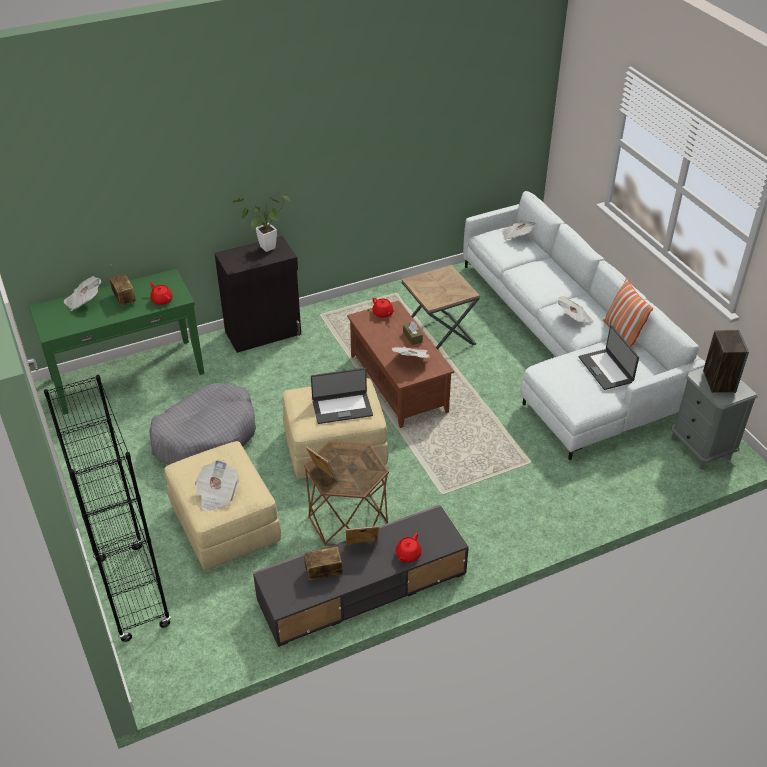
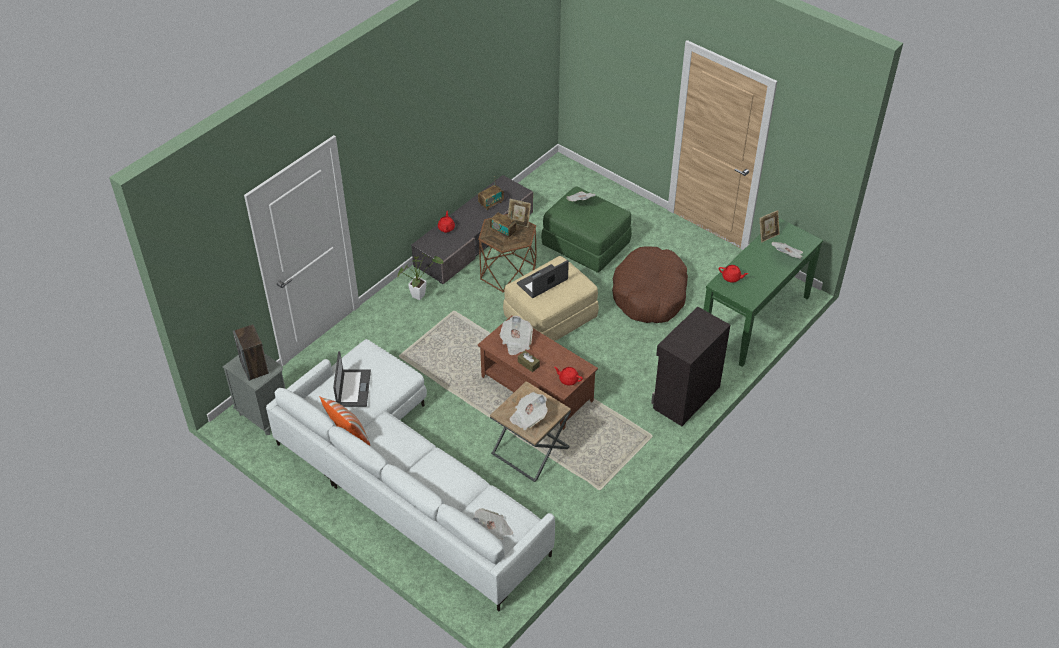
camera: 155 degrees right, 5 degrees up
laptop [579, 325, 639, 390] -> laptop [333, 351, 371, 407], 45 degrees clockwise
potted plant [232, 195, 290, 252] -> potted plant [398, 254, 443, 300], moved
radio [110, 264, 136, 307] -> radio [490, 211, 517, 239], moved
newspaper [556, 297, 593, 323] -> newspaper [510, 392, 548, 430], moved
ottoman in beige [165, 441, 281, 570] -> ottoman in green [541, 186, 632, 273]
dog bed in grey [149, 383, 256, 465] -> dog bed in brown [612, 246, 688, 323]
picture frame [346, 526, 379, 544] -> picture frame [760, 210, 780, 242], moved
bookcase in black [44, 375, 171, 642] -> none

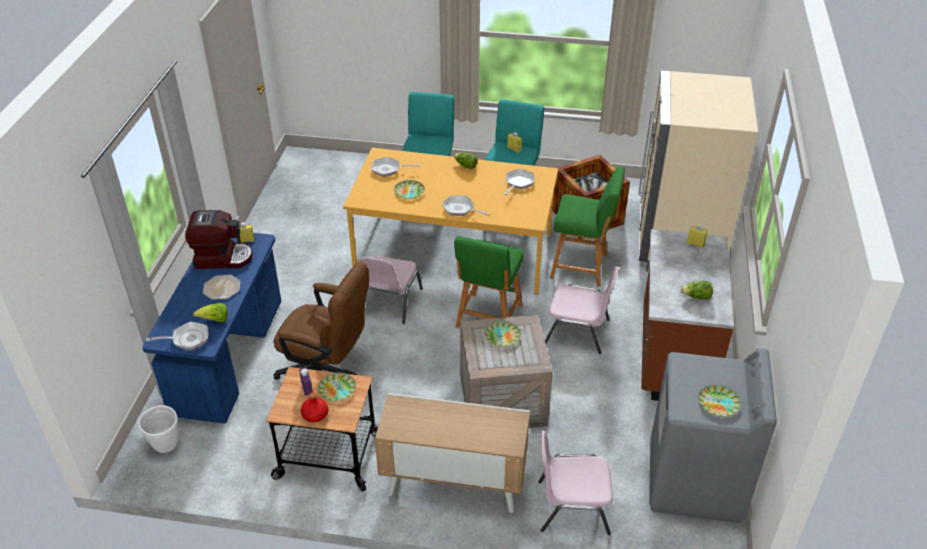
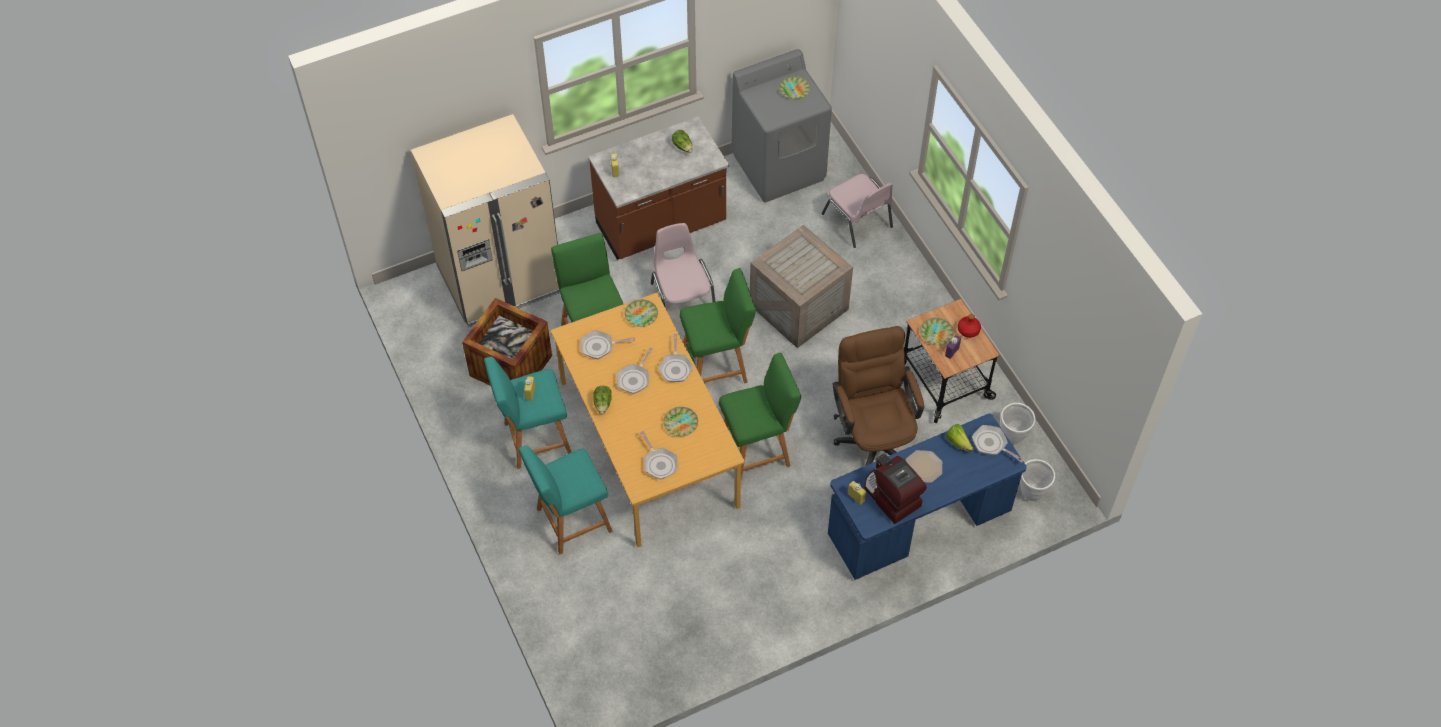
camera: 125 degrees left, 15 degrees up
none -> frying pan [617, 347, 653, 394]
plate [485, 321, 521, 347] -> plate [625, 300, 658, 327], moved
chair in pink [360, 256, 423, 324] -> stool in green [719, 352, 801, 479]
none -> planter in white [1001, 403, 1035, 444]
cabinet [375, 393, 530, 513] -> none

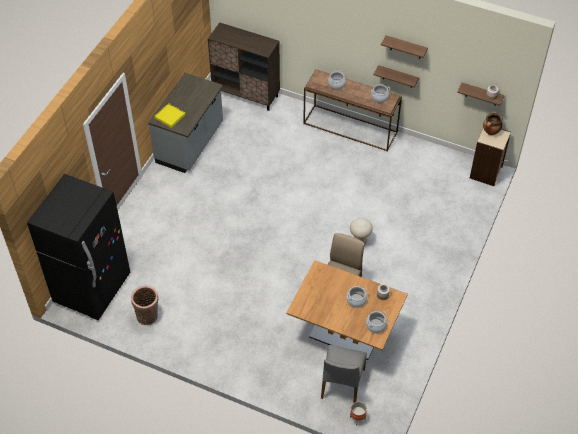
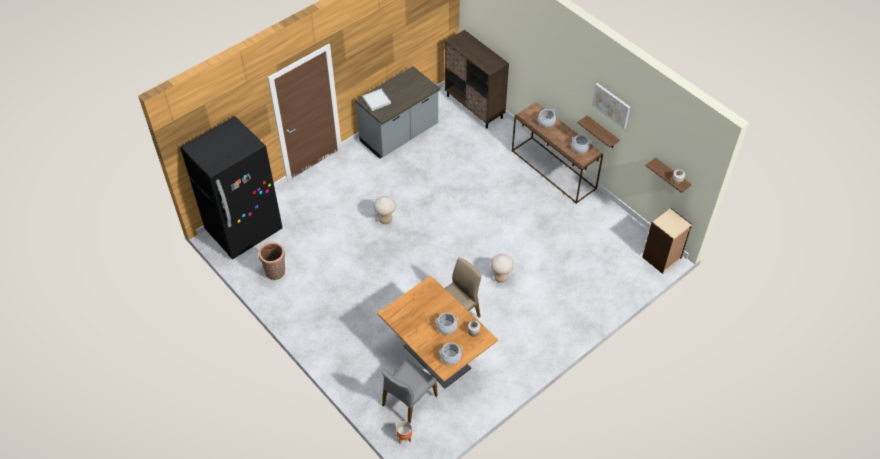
camera: 25 degrees right, 0 degrees up
tray in yellow [154, 103, 185, 128] -> tray in white [362, 89, 391, 111]
none -> stool in beige [374, 196, 396, 224]
shelf [381, 35, 428, 59] -> picture [592, 83, 630, 129]
cooking pot [483, 113, 503, 135] -> none

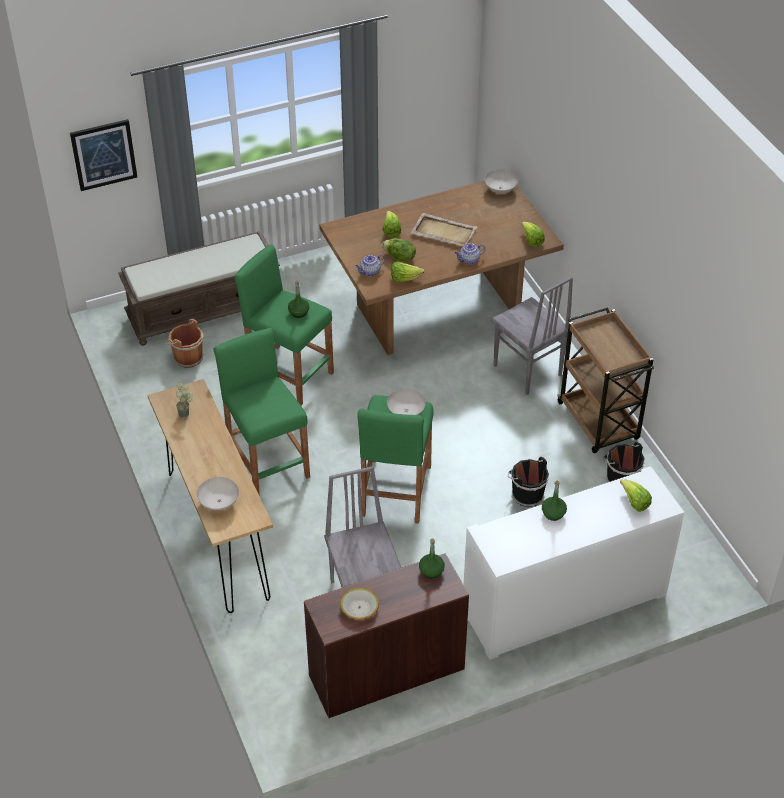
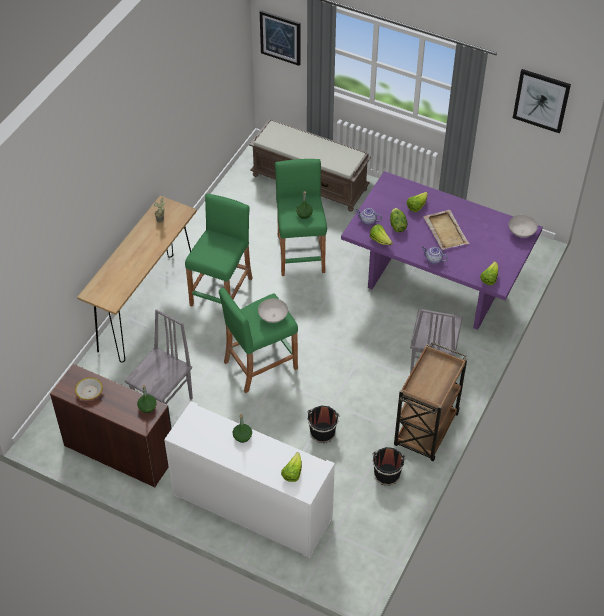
camera: 50 degrees right, 5 degrees up
dining table in brown [319, 181, 564, 355] -> dining table in purple [341, 171, 543, 330]
none -> picture [513, 69, 571, 133]
bucket in brown [166, 319, 204, 368] -> none
bowl in white [197, 477, 239, 511] -> none

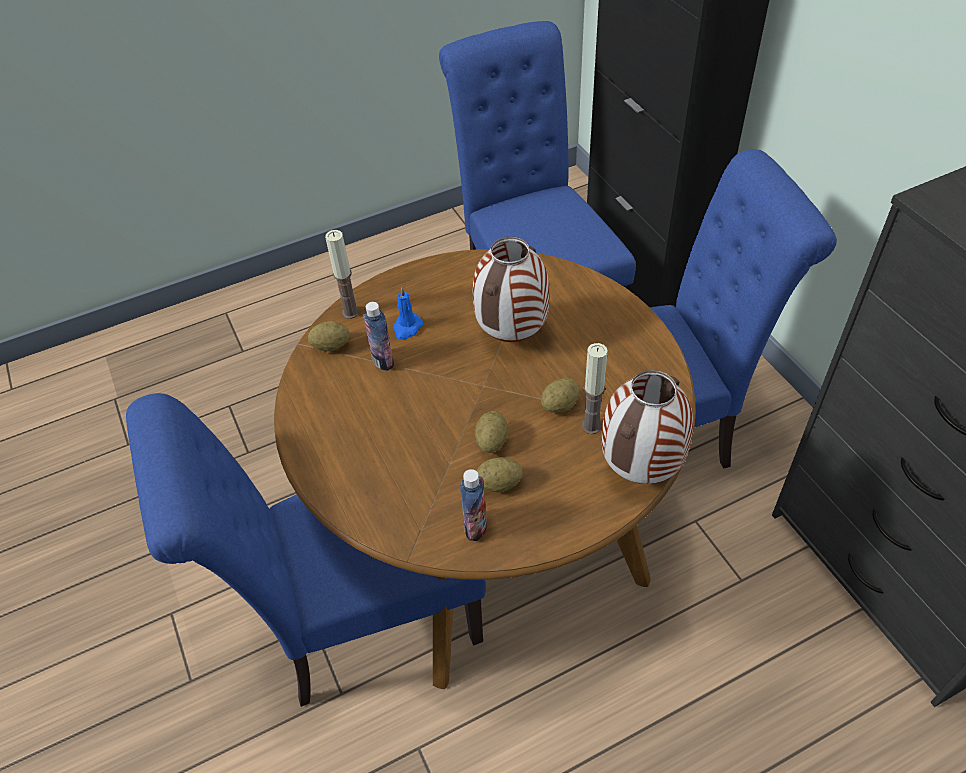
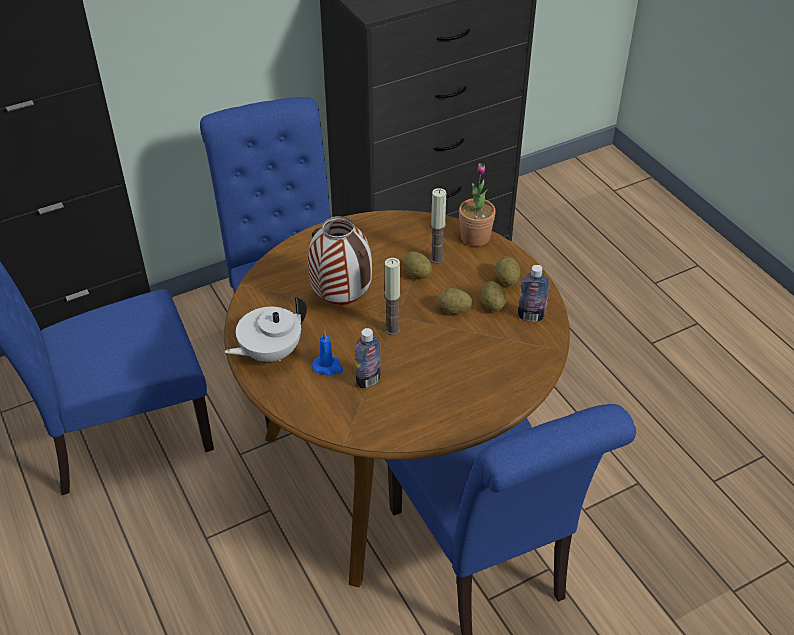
camera: 95 degrees left, 5 degrees down
none -> teapot in white [225, 296, 307, 362]
candle [325, 230, 360, 319] -> candle [384, 258, 401, 335], moved
vase [602, 370, 693, 484] -> potted plant [459, 163, 496, 247]
potato [308, 321, 350, 352] -> potato [495, 256, 521, 286], moved

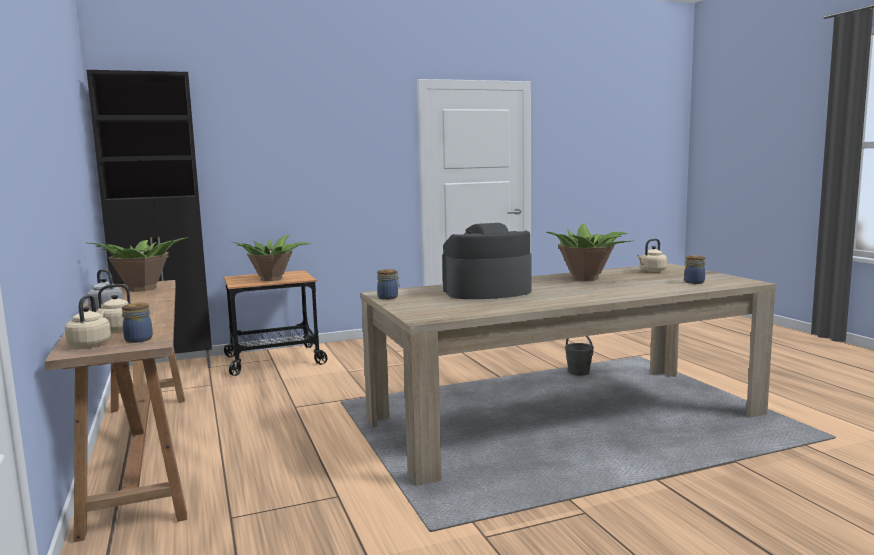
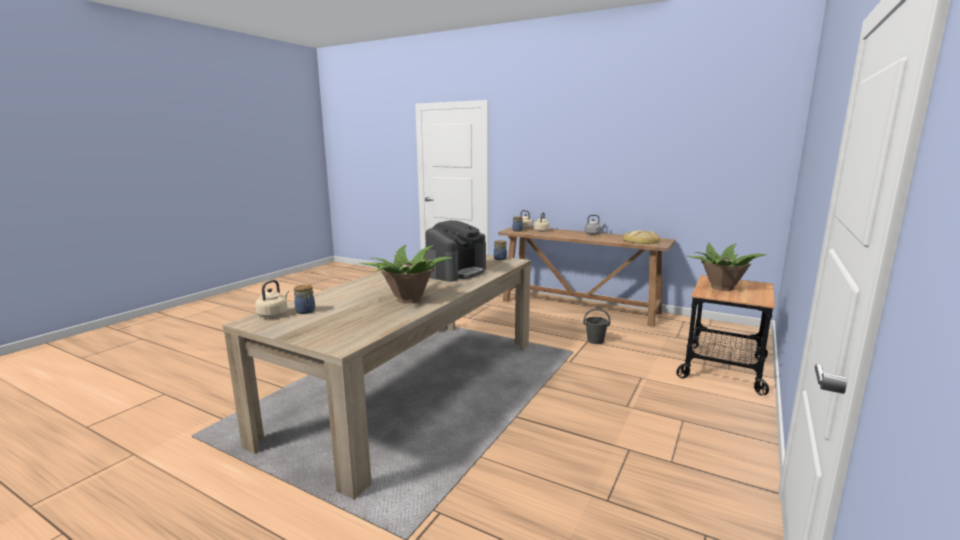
camera: 140 degrees right, 5 degrees up
kettle in beige [637, 239, 667, 272] -> kettle in beige [255, 280, 289, 318], moved
bucket in grey [565, 336, 594, 376] -> bucket in grey [583, 308, 610, 344], moved
potted plant [89, 237, 188, 292] -> bread [623, 230, 660, 244]
cabinet in black [87, 70, 212, 368] -> none

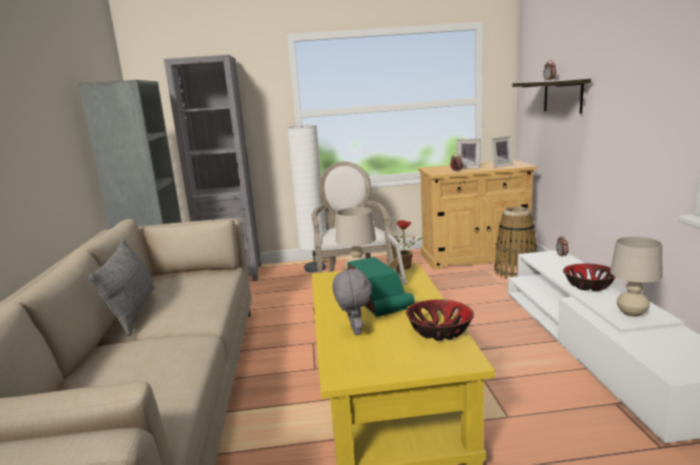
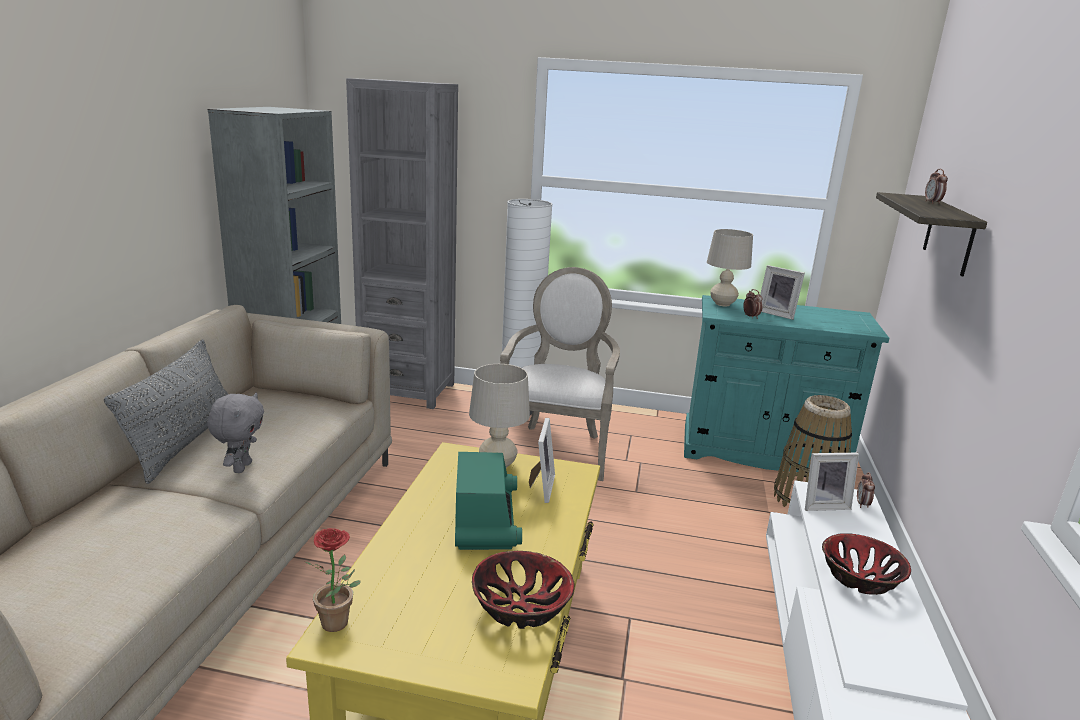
camera: 15 degrees right, 5 degrees up
plush toy in grey [332, 267, 372, 335] -> plush toy in grey [207, 393, 264, 473], moved
potted plant [394, 220, 423, 269] -> potted plant [305, 528, 361, 632], moved
cabinet in beige [418, 160, 537, 270] -> cabinet in turquoise [684, 295, 890, 472]
table lamp in beige [610, 236, 662, 317] -> table lamp in beige [707, 229, 753, 306], moved
picture frame [491, 136, 513, 168] -> picture frame [805, 453, 859, 511], moved

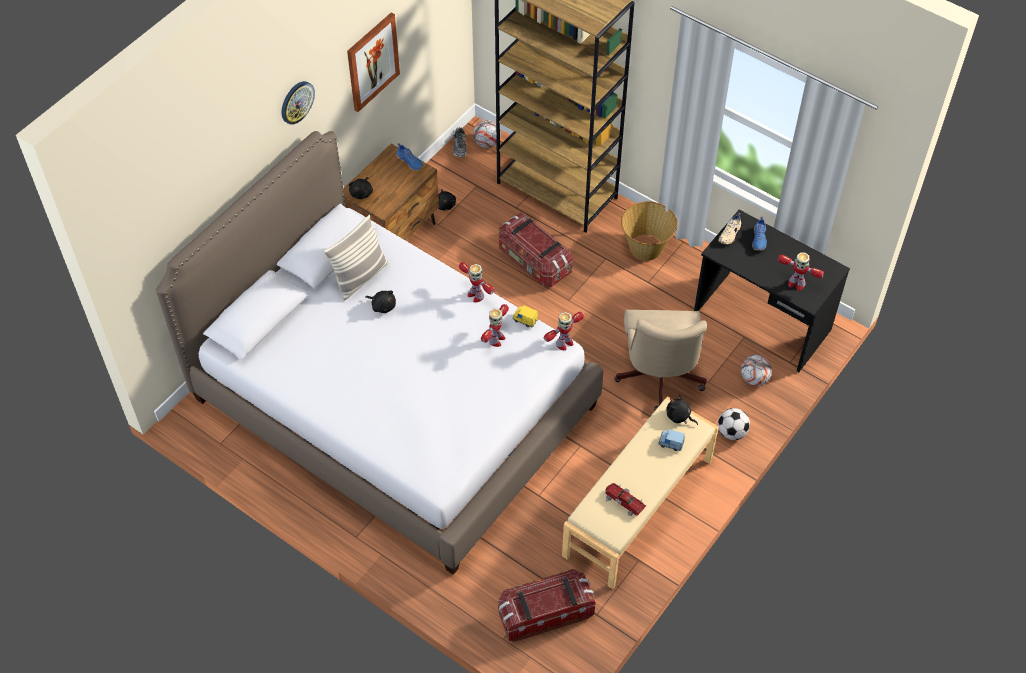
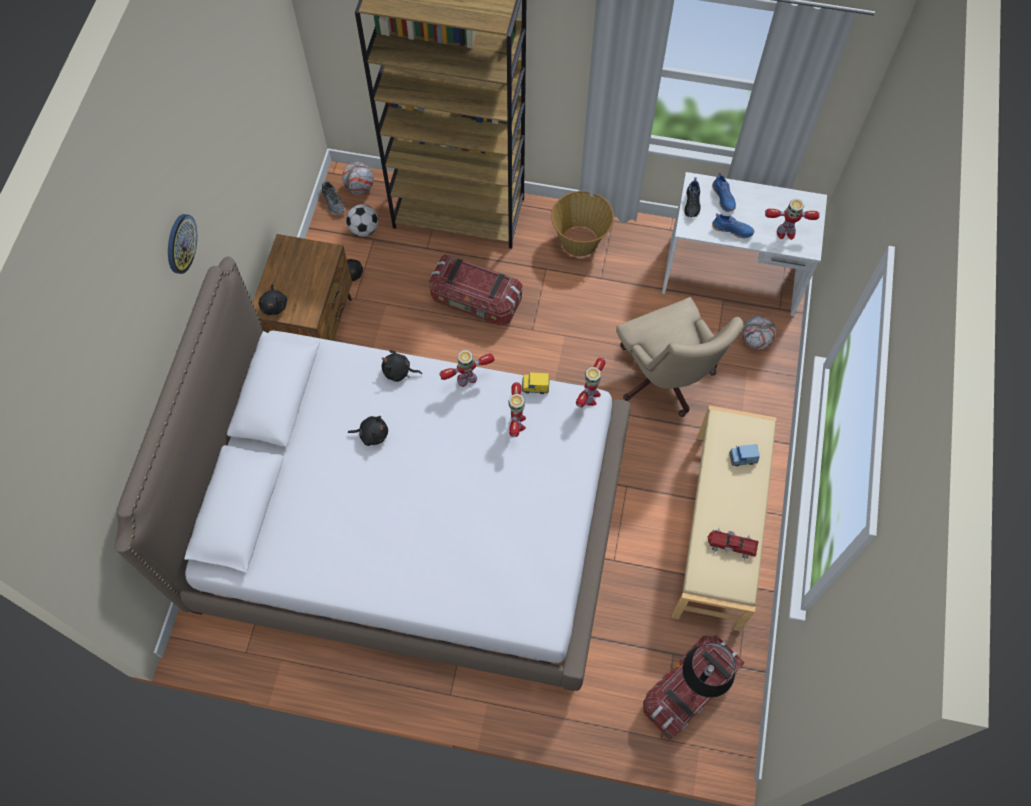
camera: 25 degrees left, 10 degrees up
football [718, 408, 750, 440] -> football [346, 204, 378, 237], moved
plush toy in black [666, 395, 698, 425] -> plush toy in black [382, 350, 422, 382], moved
toy robot [459, 262, 494, 302] -> toy robot [439, 350, 494, 387], 135 degrees clockwise
desk in black [694, 210, 850, 372] -> desk in white [662, 172, 827, 316]
none -> table lamp in black [682, 643, 736, 698]
shoe in beige [718, 213, 741, 245] -> shoe in black [684, 177, 701, 217]
shoe in blue [396, 143, 423, 171] -> shoe in blue [712, 213, 754, 238], moved
pillow [324, 215, 389, 301] -> none
picture [347, 13, 400, 112] -> none

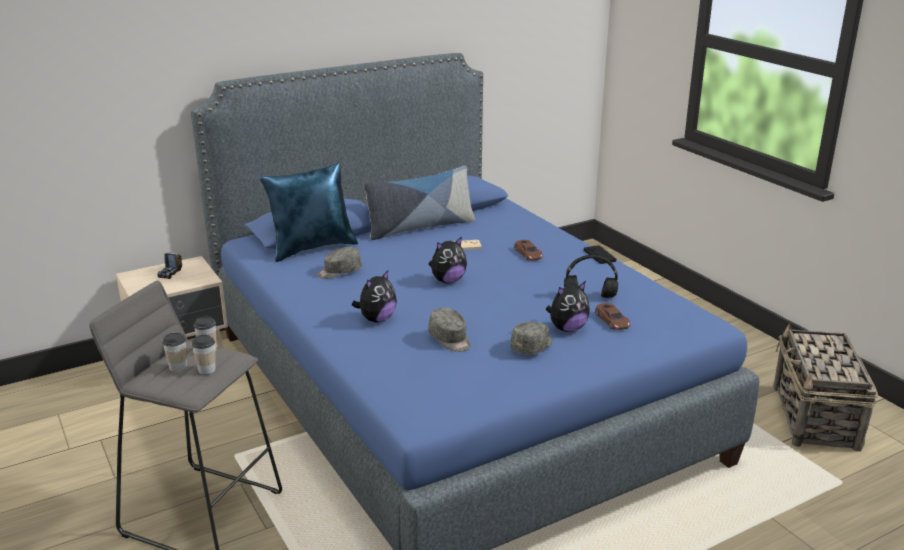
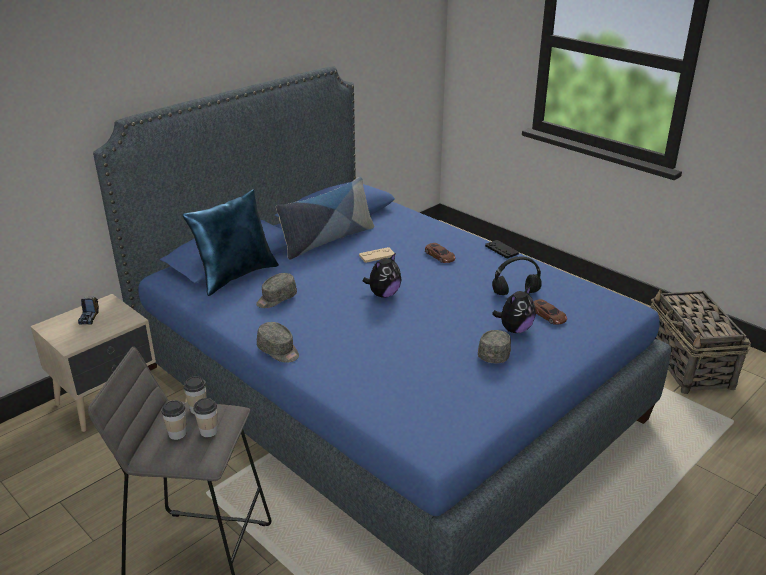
camera: 15 degrees left, 5 degrees up
cap in grey [428, 308, 470, 352] -> cap in grey [257, 322, 299, 363], moved
plush toy [352, 270, 397, 322] -> none

